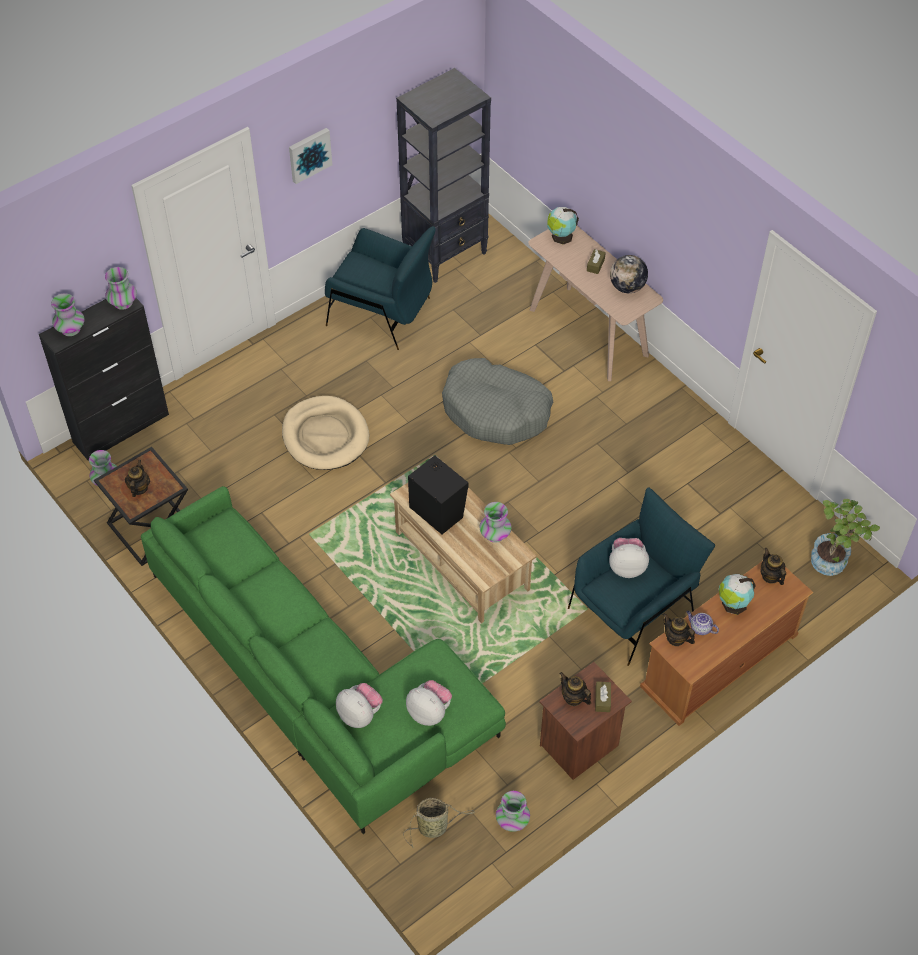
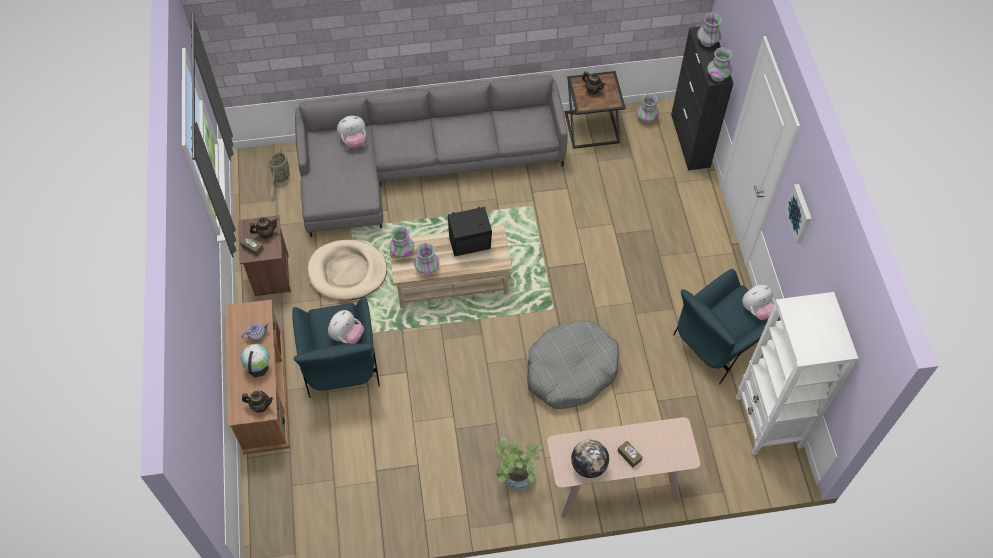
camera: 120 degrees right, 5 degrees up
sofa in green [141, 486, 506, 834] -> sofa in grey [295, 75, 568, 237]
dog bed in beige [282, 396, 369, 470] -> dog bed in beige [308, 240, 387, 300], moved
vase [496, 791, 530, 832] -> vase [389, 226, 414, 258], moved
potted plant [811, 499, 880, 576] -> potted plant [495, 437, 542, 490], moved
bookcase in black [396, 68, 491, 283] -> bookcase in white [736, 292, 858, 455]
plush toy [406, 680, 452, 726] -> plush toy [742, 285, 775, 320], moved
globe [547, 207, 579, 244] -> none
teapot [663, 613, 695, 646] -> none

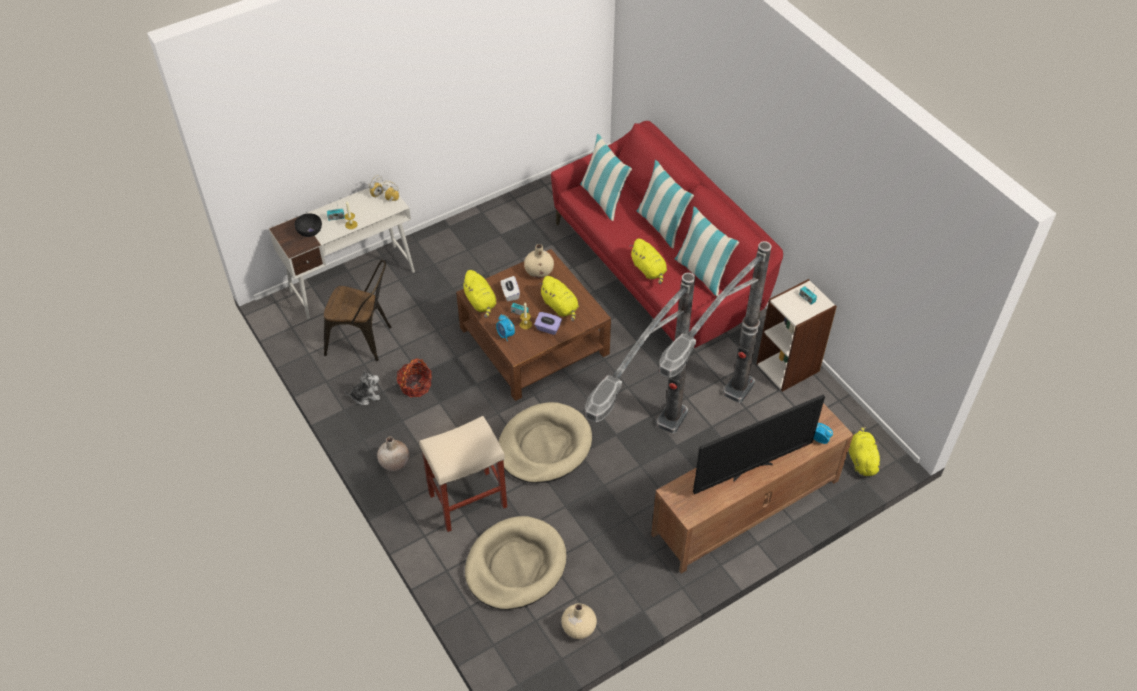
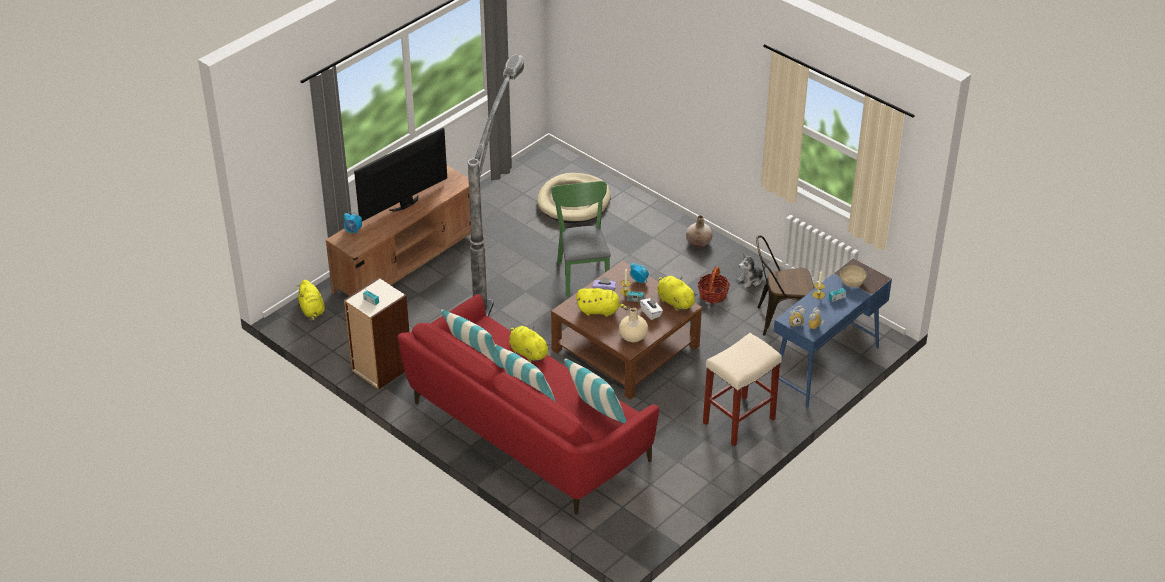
camera: 165 degrees right, 10 degrees down
dog bed in beige [498, 402, 592, 483] -> chair in green [551, 181, 611, 297]
plush toy in yellow [538, 276, 579, 321] -> plush toy in yellow [576, 288, 628, 317], 150 degrees clockwise
stool in beige [419, 416, 507, 532] -> stool in beige [703, 333, 782, 446], moved
desk in white [269, 180, 415, 319] -> desk in blue [774, 258, 892, 408]
bowl in black [294, 213, 322, 237] -> bowl in beige [840, 265, 866, 287]
vase in beige [561, 603, 597, 639] -> none
floor lamp [659, 241, 771, 403] -> none

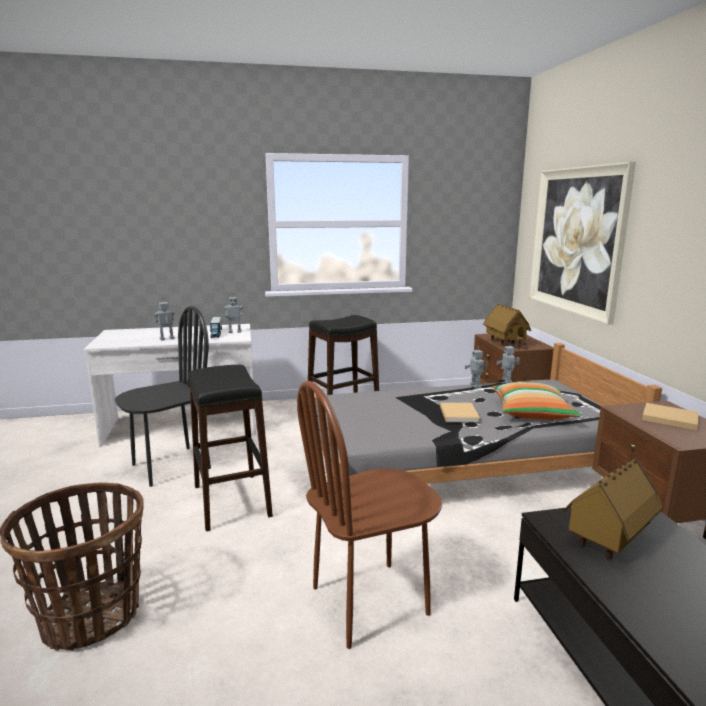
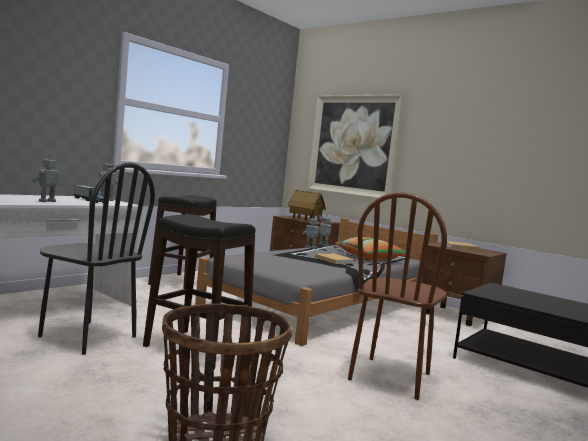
camera: 40 degrees left, 10 degrees down
chair in black [115, 306, 211, 487] -> chair in black [38, 162, 155, 355], 105 degrees clockwise
toy house [562, 458, 663, 559] -> none

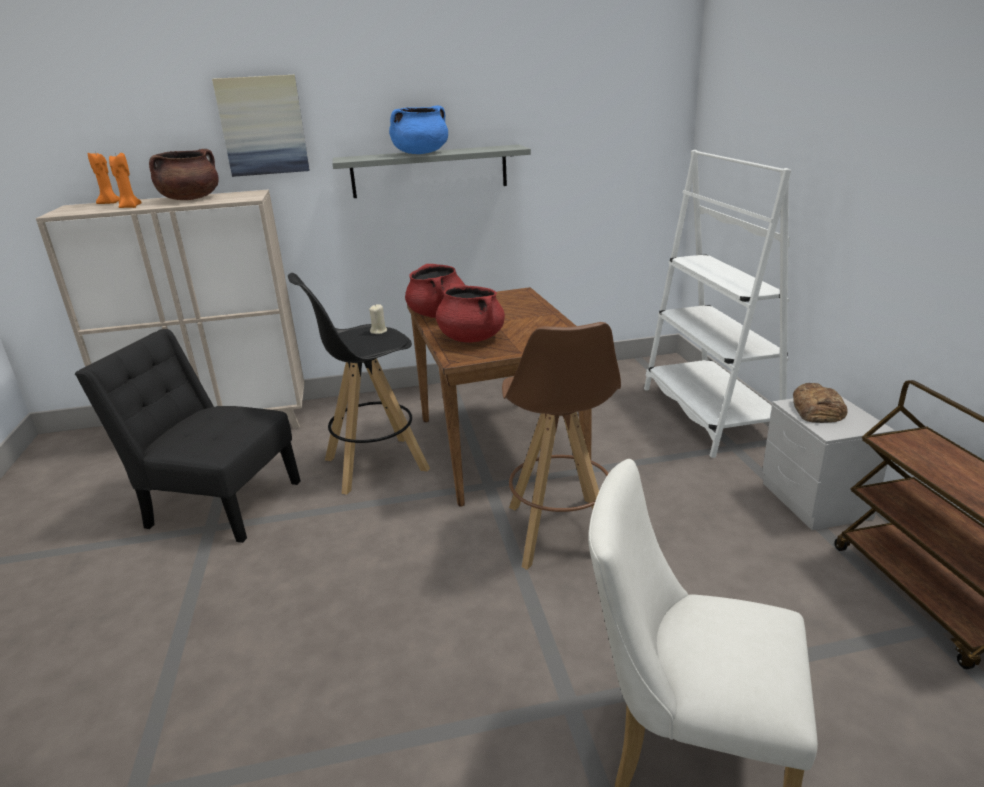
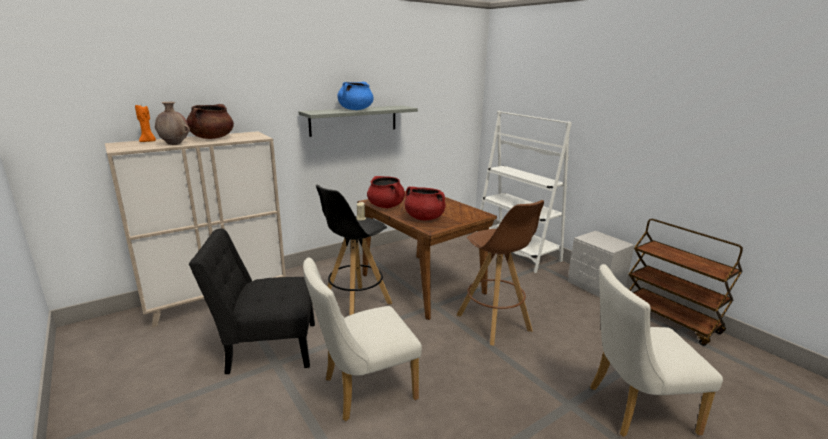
camera: 25 degrees left, 5 degrees down
candle in orange [109, 153, 142, 208] -> vase in brown [155, 102, 190, 145]
none -> chair in white [303, 257, 422, 421]
picture [212, 75, 310, 177] -> none
bread [793, 383, 848, 423] -> none

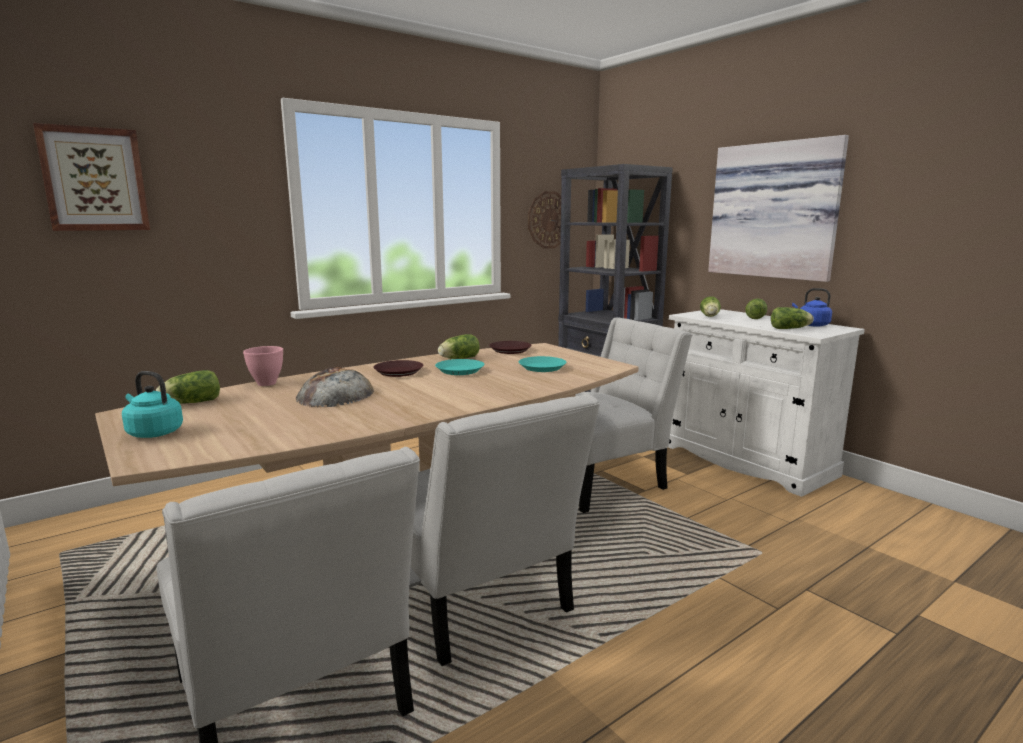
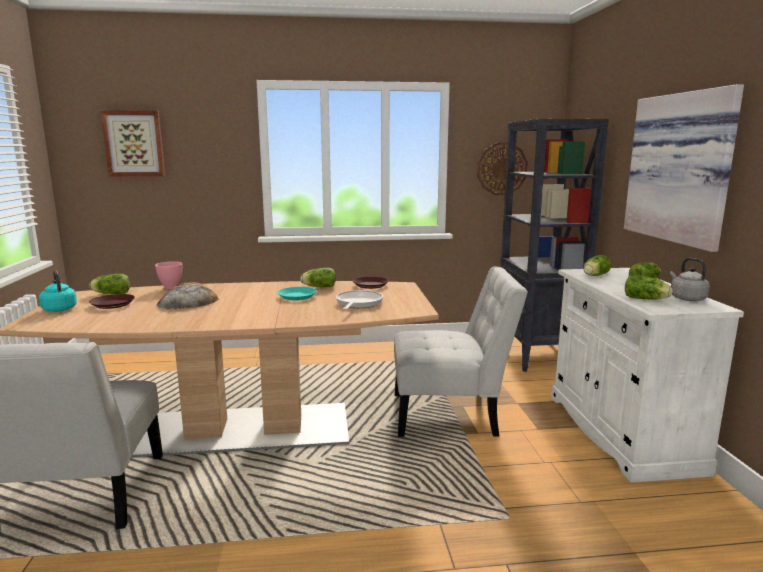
camera: 30 degrees right, 0 degrees up
plate in brown [373, 360, 424, 377] -> plate in brown [89, 294, 135, 309], moved
plate in turquoise [519, 356, 566, 372] -> frying pan [336, 290, 383, 310]
kettle in blue [792, 288, 832, 327] -> kettle in grey [670, 258, 710, 301]
chair in white [411, 394, 600, 666] -> none

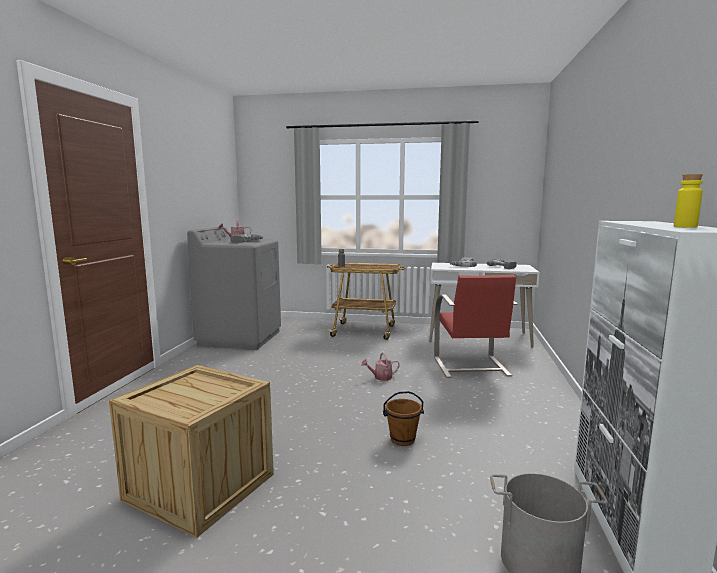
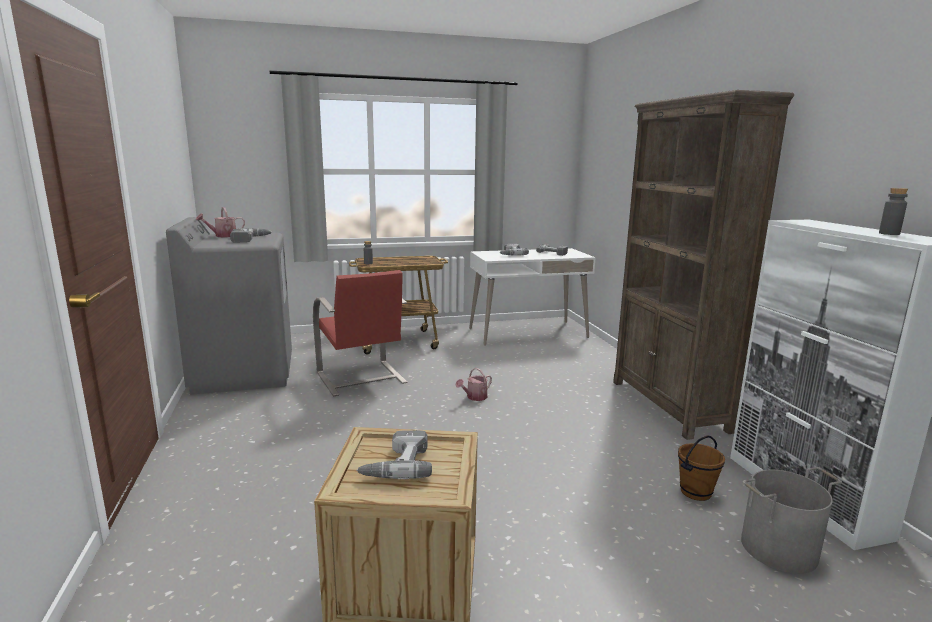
camera: 25 degrees left, 5 degrees up
chair in red [434, 275, 518, 378] -> chair in red [313, 270, 407, 397], moved
none -> power drill [356, 430, 432, 479]
none -> bookcase in brown [613, 90, 794, 440]
bucket in brown [383, 391, 424, 446] -> bucket in brown [678, 435, 725, 501], moved
bottle in yellow [674, 174, 703, 228] -> bottle in grey [879, 188, 908, 235]

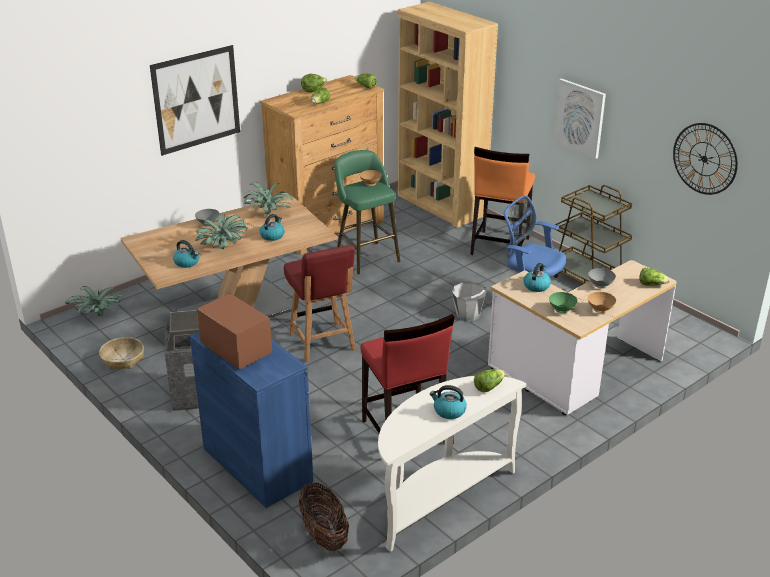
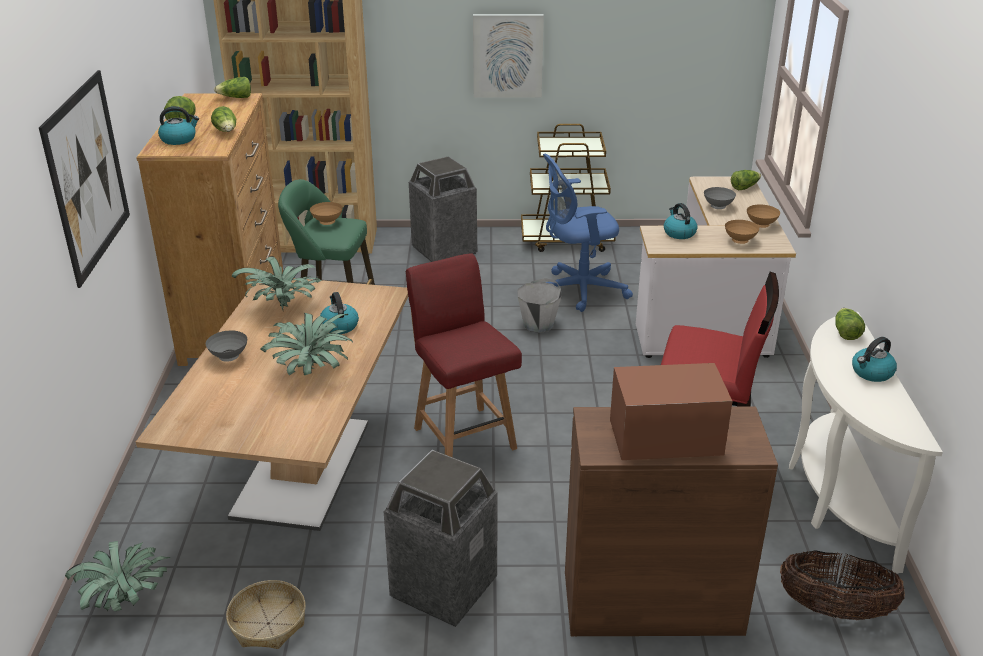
camera: 50 degrees left, 0 degrees up
kettle [173, 240, 199, 268] -> kettle [158, 106, 199, 145], moved
chair in red [284, 245, 356, 362] -> chair in red [405, 253, 522, 457], 135 degrees counterclockwise
stool in orange [470, 147, 535, 255] -> trash can [409, 156, 477, 262]
cabinet in blue [190, 332, 313, 508] -> cabinet in brown [565, 406, 778, 636]
bowl in green [549, 292, 577, 313] -> bowl in brown [725, 220, 759, 244]
wall clock [673, 123, 738, 195] -> none

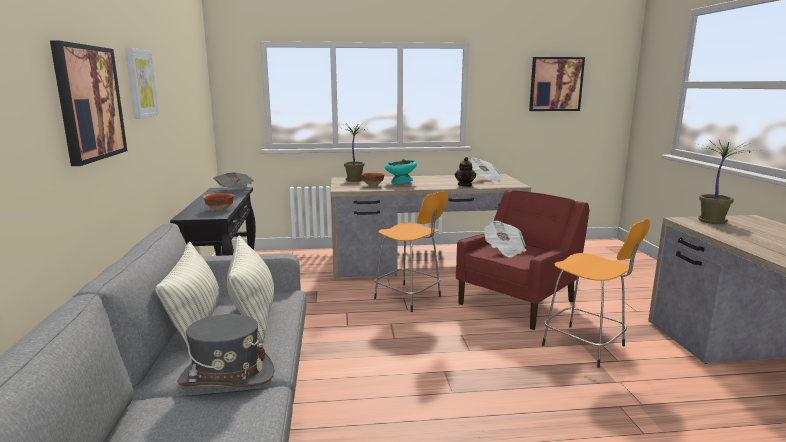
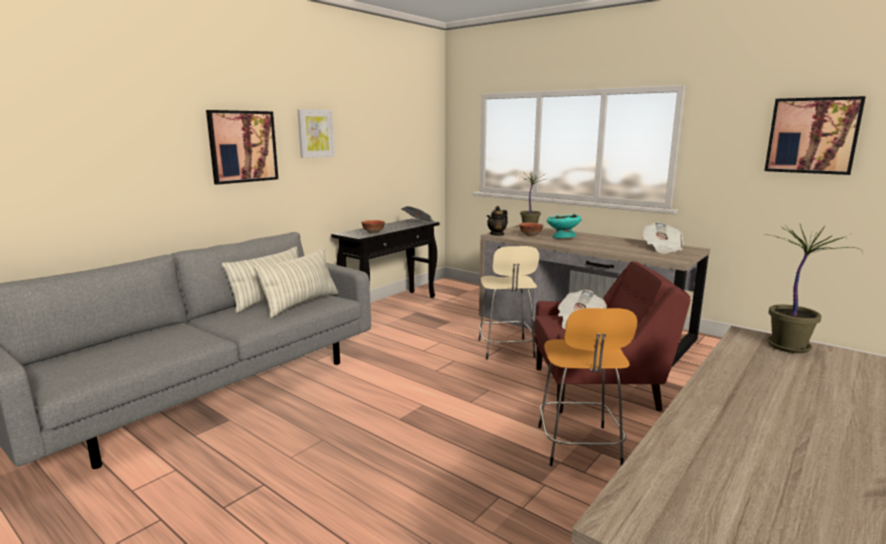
camera: 45 degrees right, 0 degrees up
stool in orange [374, 191, 448, 312] -> stool in beige [478, 246, 539, 360]
teapot [455, 157, 476, 187] -> teapot [487, 206, 508, 236], moved
hat in grey [177, 314, 275, 387] -> none

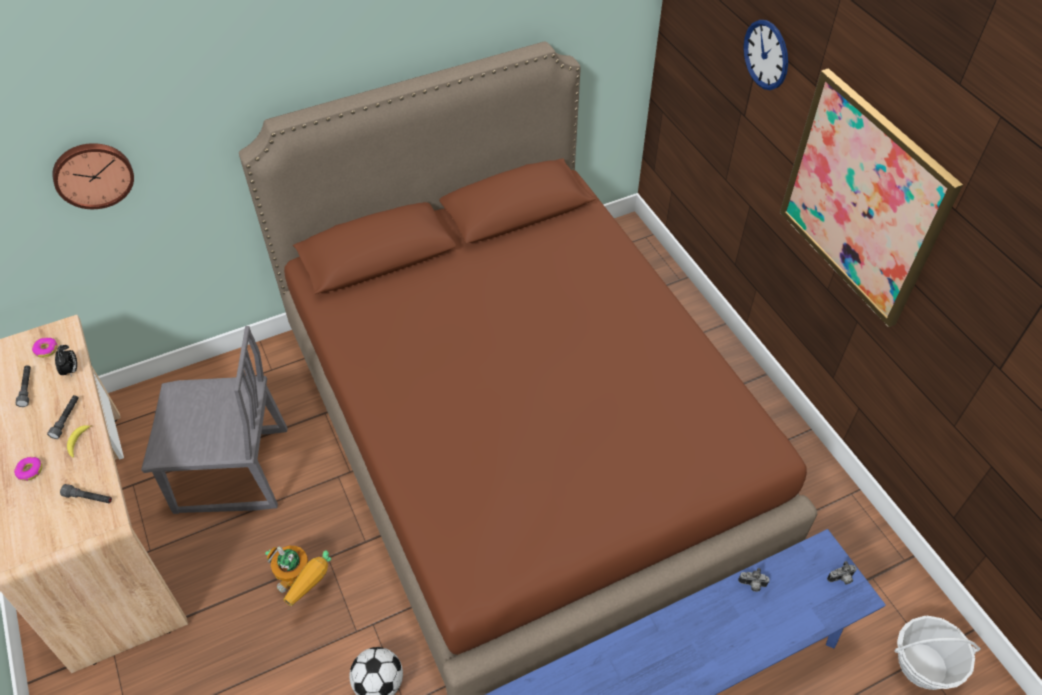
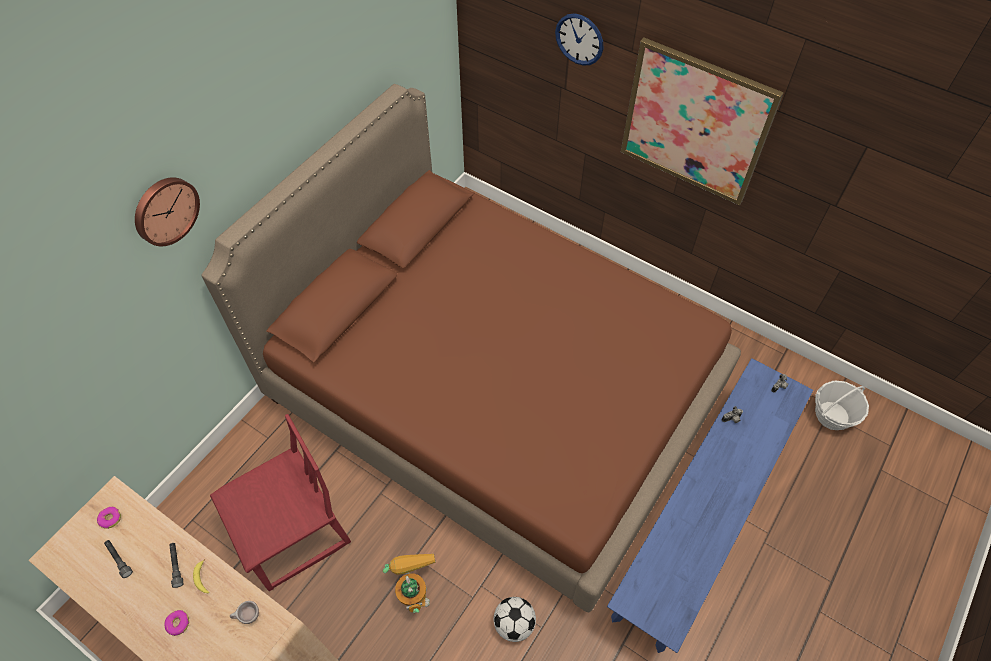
camera: 30 degrees left, 5 degrees up
wall clock [52, 143, 134, 209] -> wall clock [135, 177, 200, 246], moved
chair in grey [141, 326, 287, 514] -> chair in red [210, 414, 351, 591]
flashlight in grey [60, 484, 112, 503] -> cup in beige [230, 601, 259, 624]
toy robot [265, 546, 331, 606] -> toy robot [383, 554, 435, 613], 105 degrees counterclockwise
alarm clock [55, 345, 77, 377] -> none

